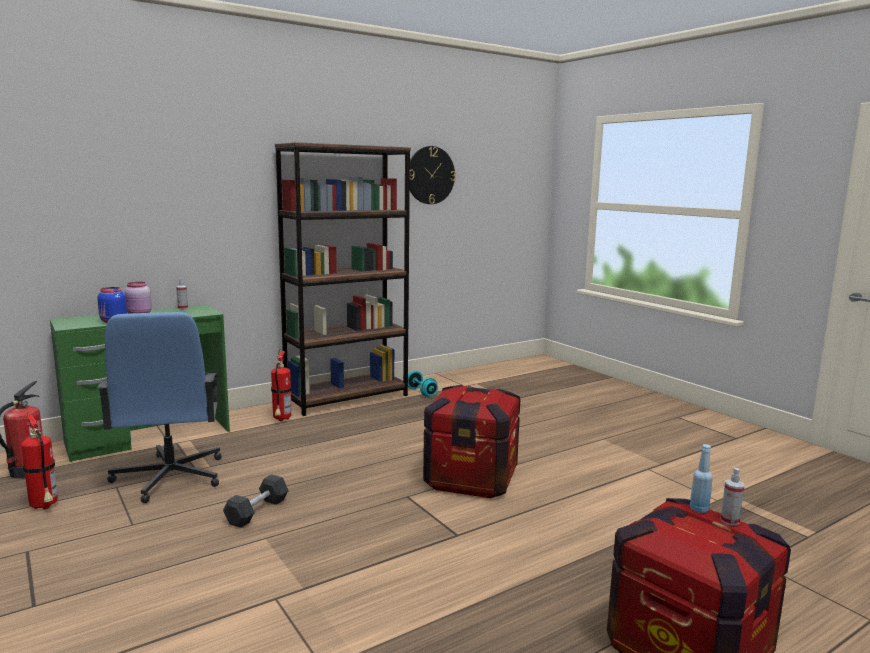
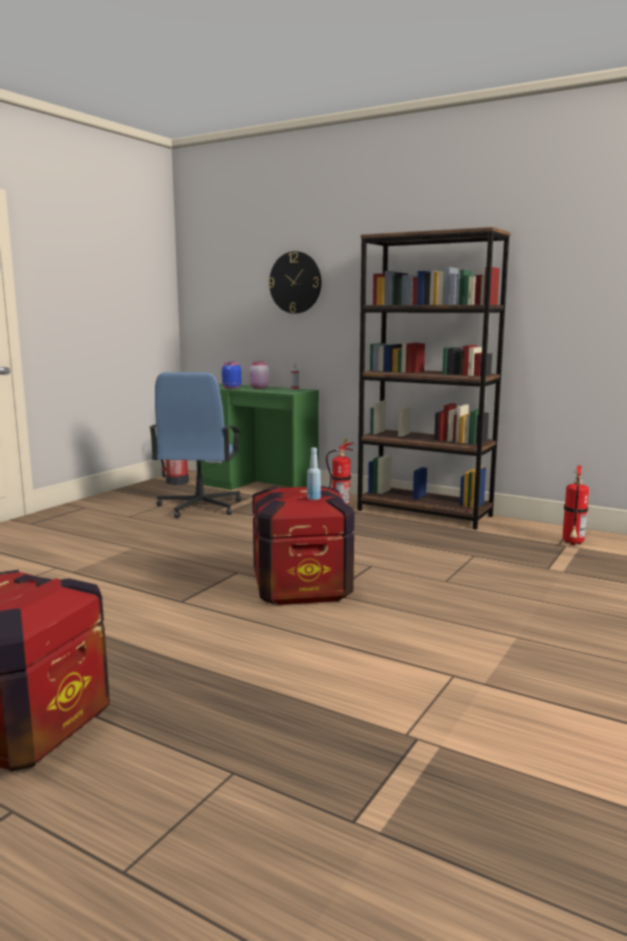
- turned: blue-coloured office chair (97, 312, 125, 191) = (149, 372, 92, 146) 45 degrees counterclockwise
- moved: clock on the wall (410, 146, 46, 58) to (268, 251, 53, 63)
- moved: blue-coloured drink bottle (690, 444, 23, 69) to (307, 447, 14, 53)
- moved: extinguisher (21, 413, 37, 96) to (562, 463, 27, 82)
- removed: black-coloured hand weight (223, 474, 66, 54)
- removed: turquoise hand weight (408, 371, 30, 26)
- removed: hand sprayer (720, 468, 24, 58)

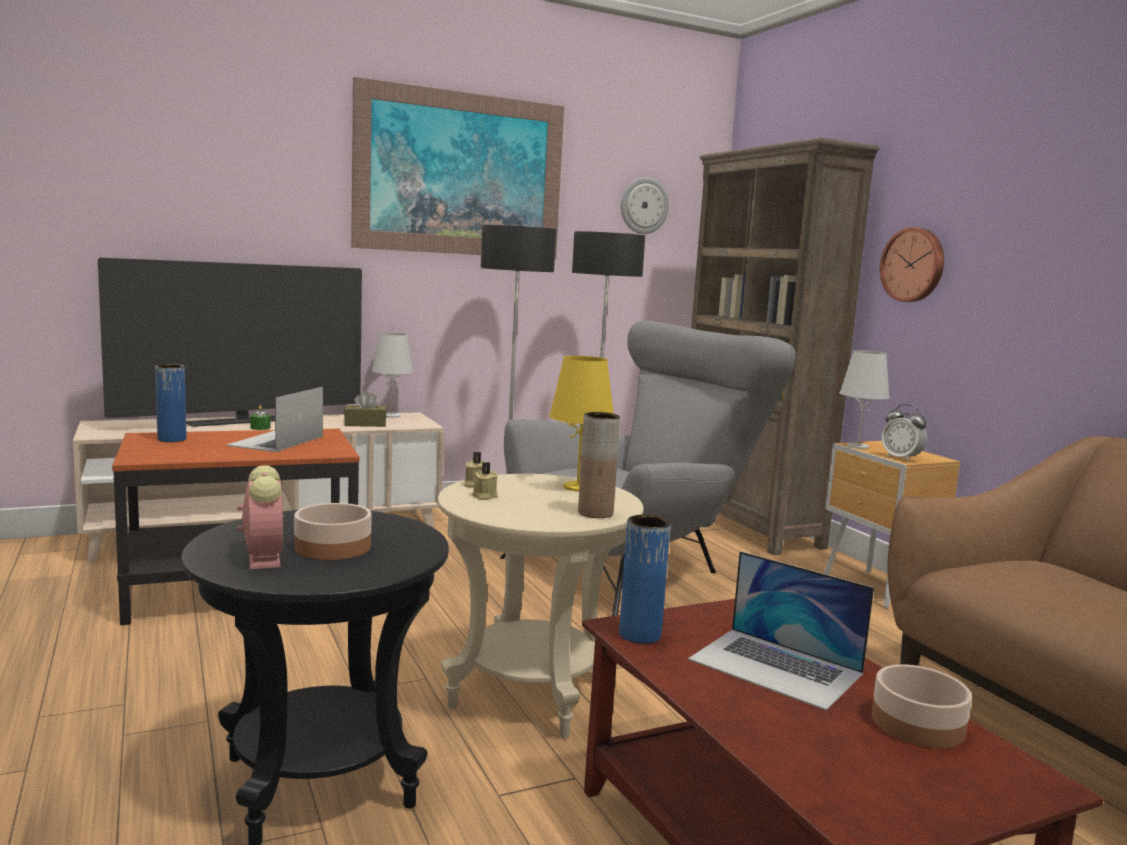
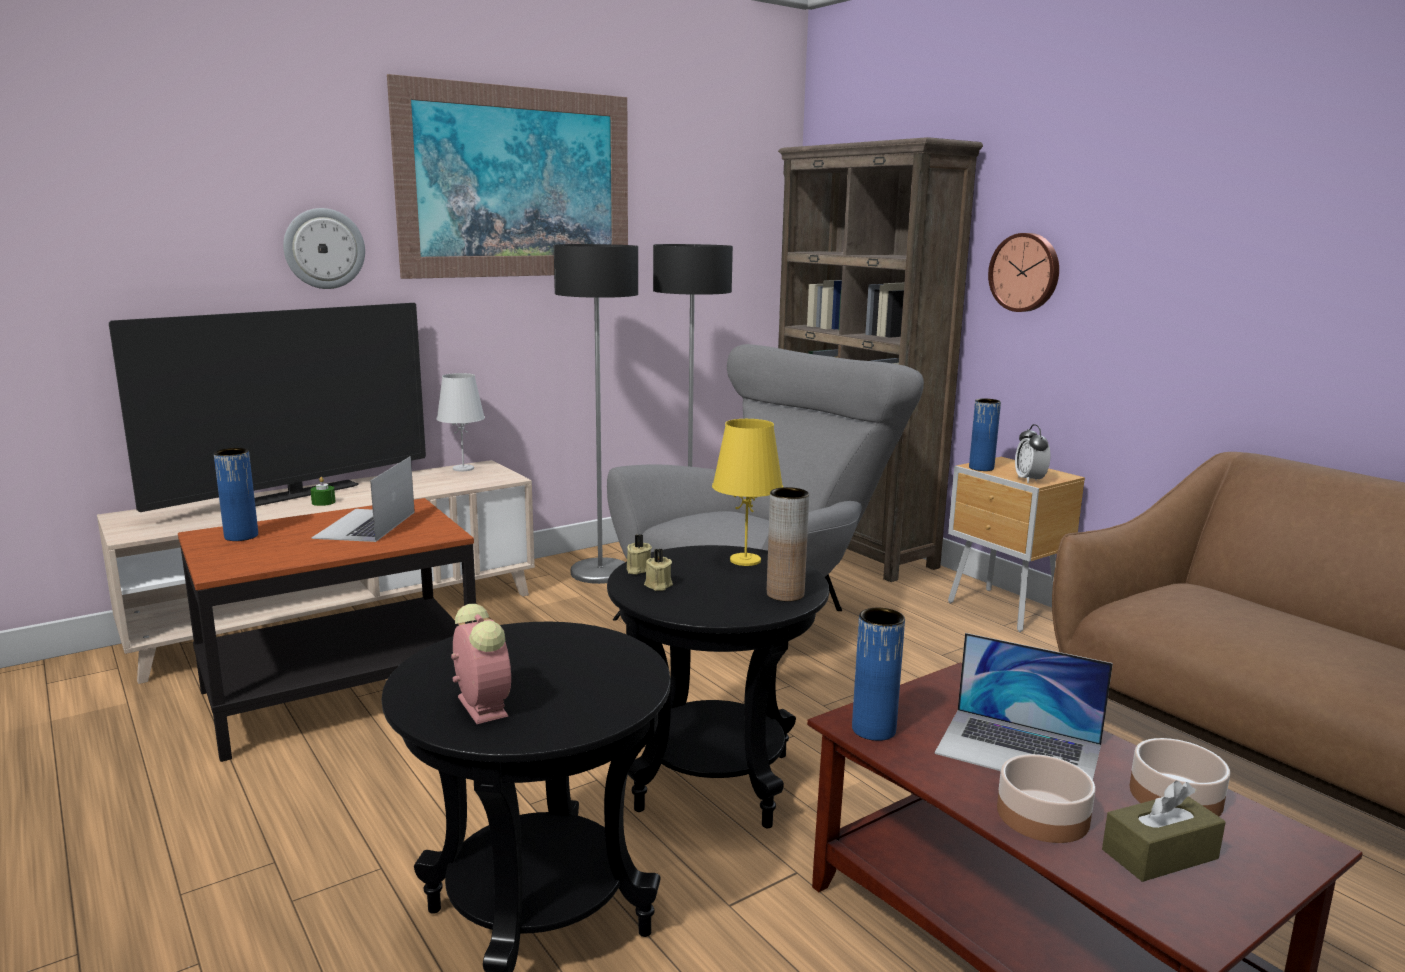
- moved: clock on the wall (621, 177, 48, 57) to (283, 208, 82, 81)
- recoloured: sand-coloured side table (438, 474, 206, 264) to black-coloured side table (607, 545, 222, 284)
- replaced: white table lamp (839, 350, 51, 99) to blue-coloured flower vase (969, 398, 32, 73)
- moved: serving bowl (294, 503, 78, 57) to (997, 754, 99, 89)
- turned: alarm clock (882, 404, 45, 58) = (1015, 424, 35, 60) 45 degrees clockwise
- moved: brown tissue box (344, 391, 43, 36) to (1102, 781, 124, 101)

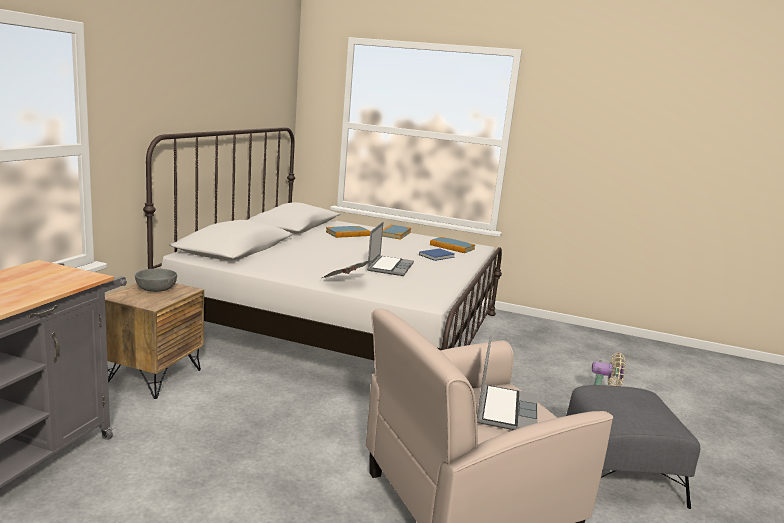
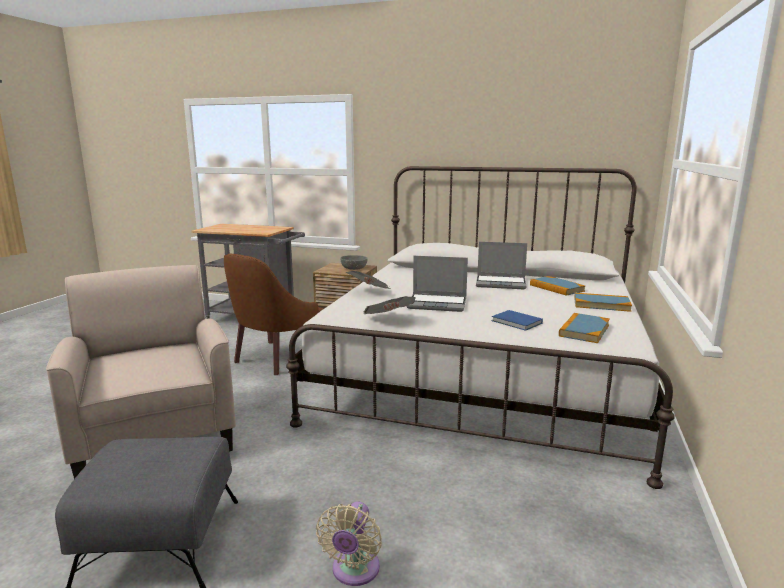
- added: brown armchair (224, 254, 99, 121)
- added: newspaper (363, 296, 53, 18)
- moved: portable computer (477, 336, 61, 94) to (476, 242, 51, 47)

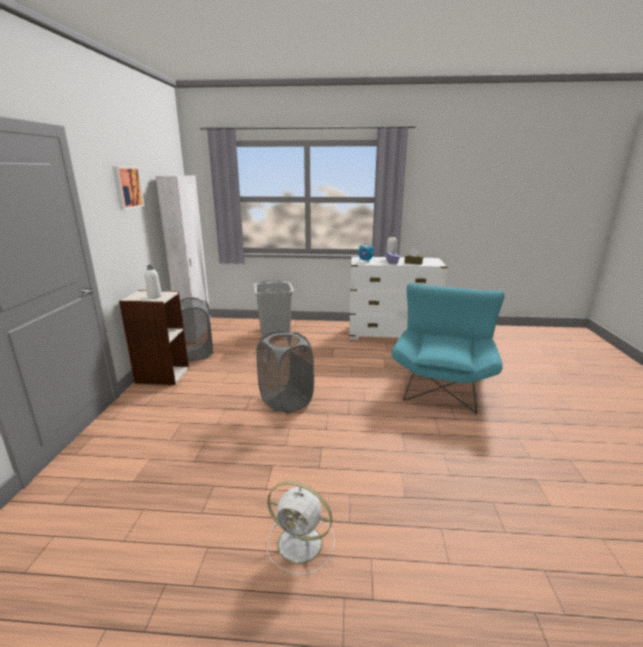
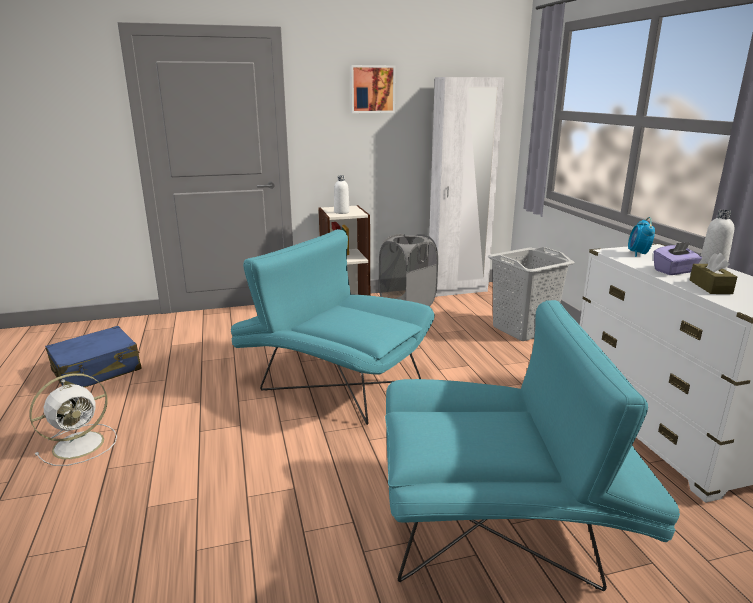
- turned: white electric fan (267, 481, 67, 94) = (30, 373, 87, 93) 135 degrees counterclockwise
- added: blue-coloured suitcase (45, 326, 97, 61)
- replaced: greyish washing basket (256, 331, 58, 82) to turquoise armchair (231, 229, 204, 196)

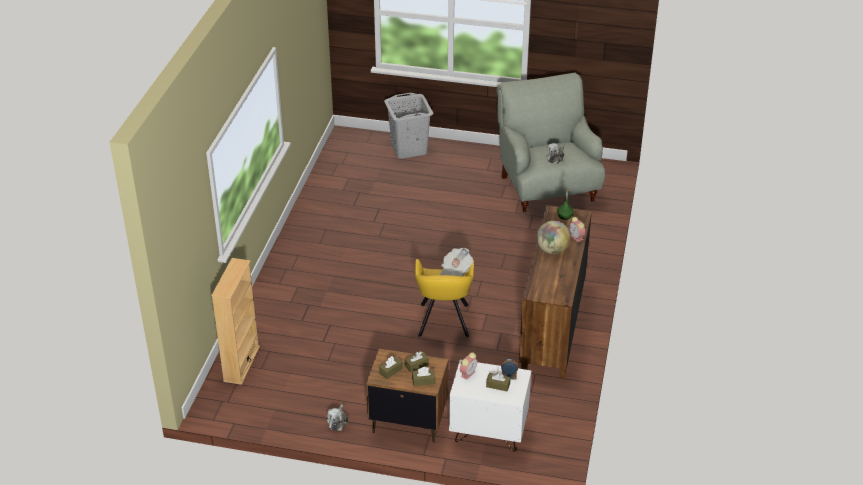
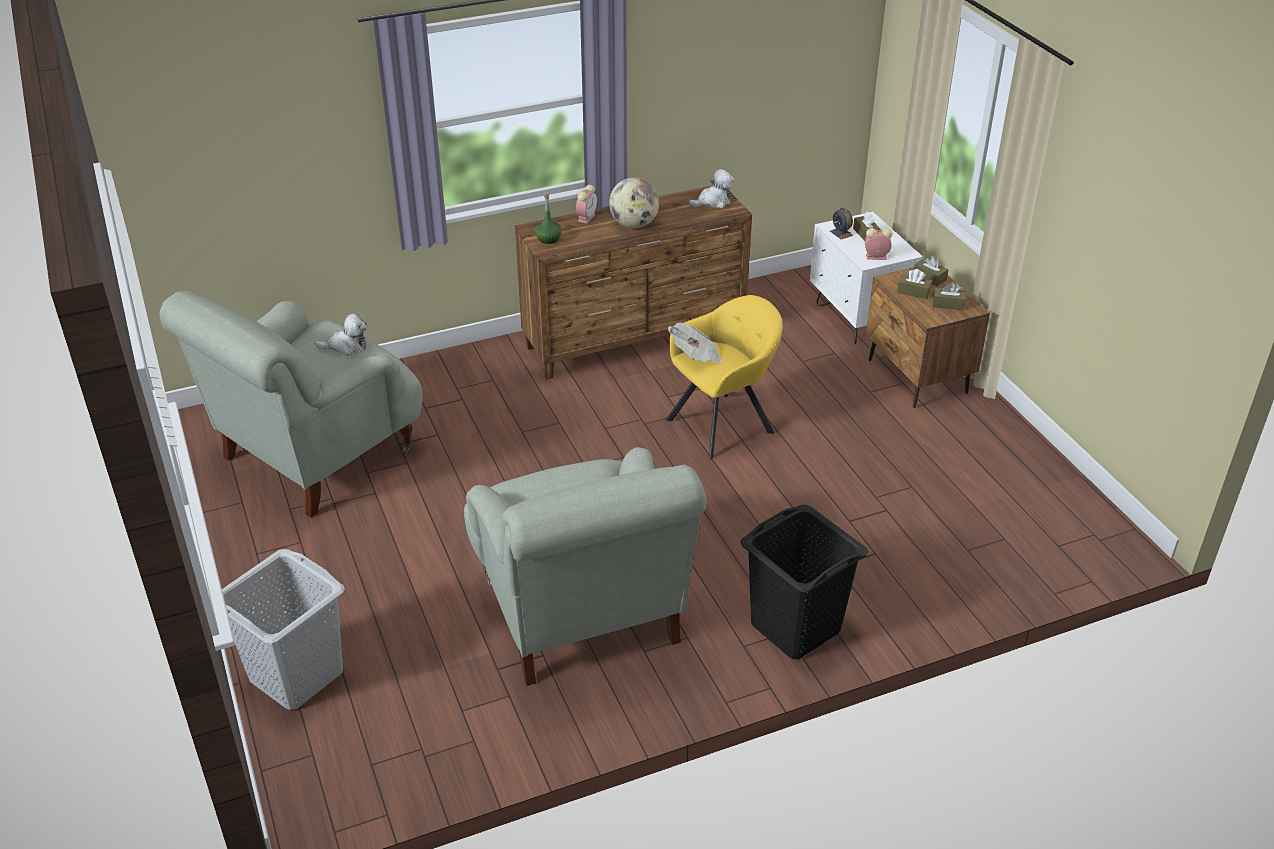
- added: greyish armchair (464, 447, 243, 239)
- moved: cuddly toy (327, 404, 21, 27) to (689, 169, 45, 39)
- added: black-coloured washing basket (740, 505, 128, 154)
- removed: sand-coloured bookshelf (211, 258, 49, 127)

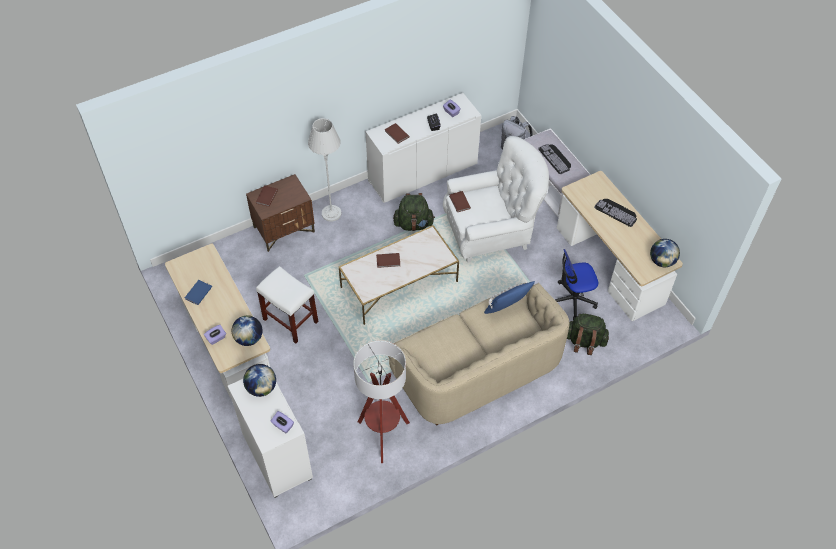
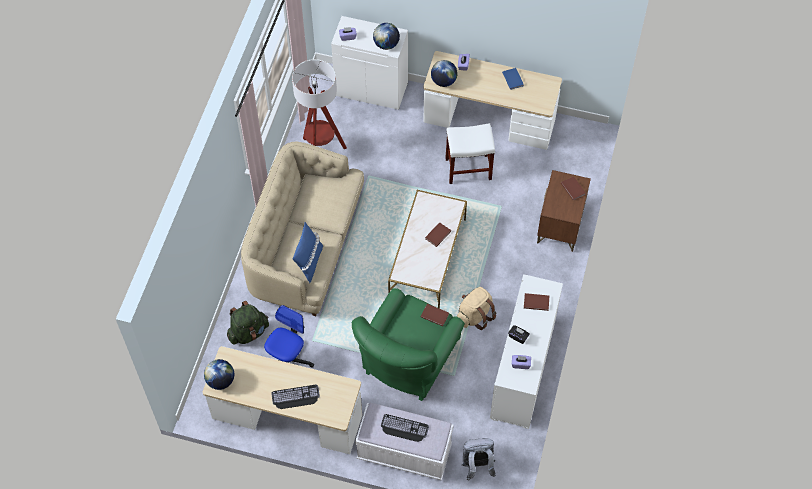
- recoloured: white armchair (443, 136, 106, 127) to green armchair (352, 288, 113, 113)
- recoloured: green backpack (393, 193, 42, 38) to sand-coloured backpack (457, 287, 39, 43)
- removed: greyish floor lamp (308, 118, 33, 104)

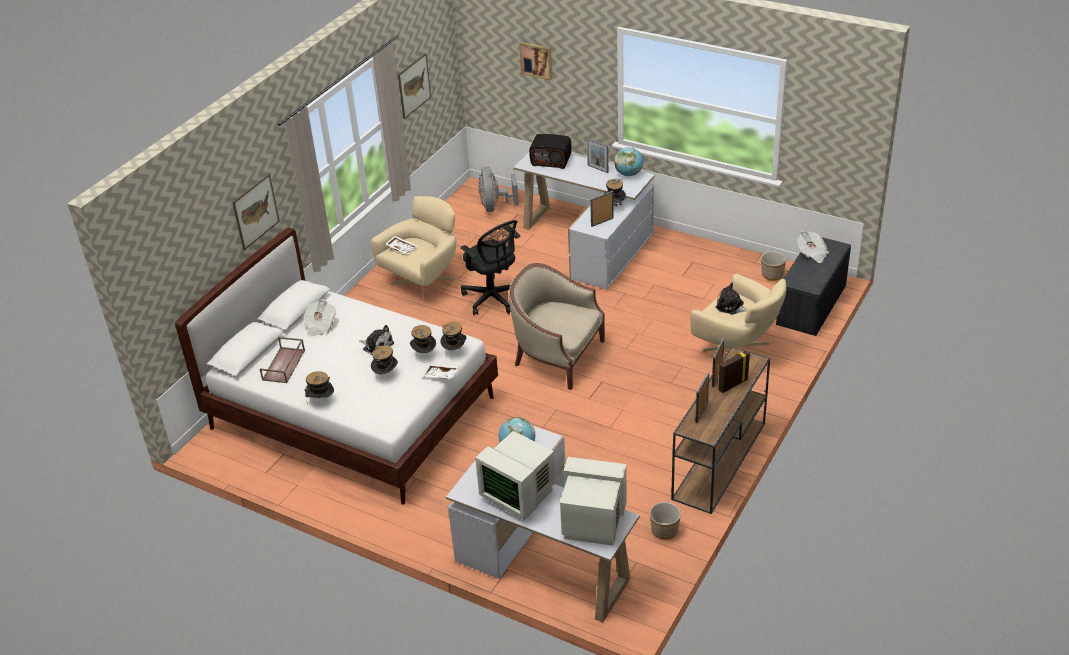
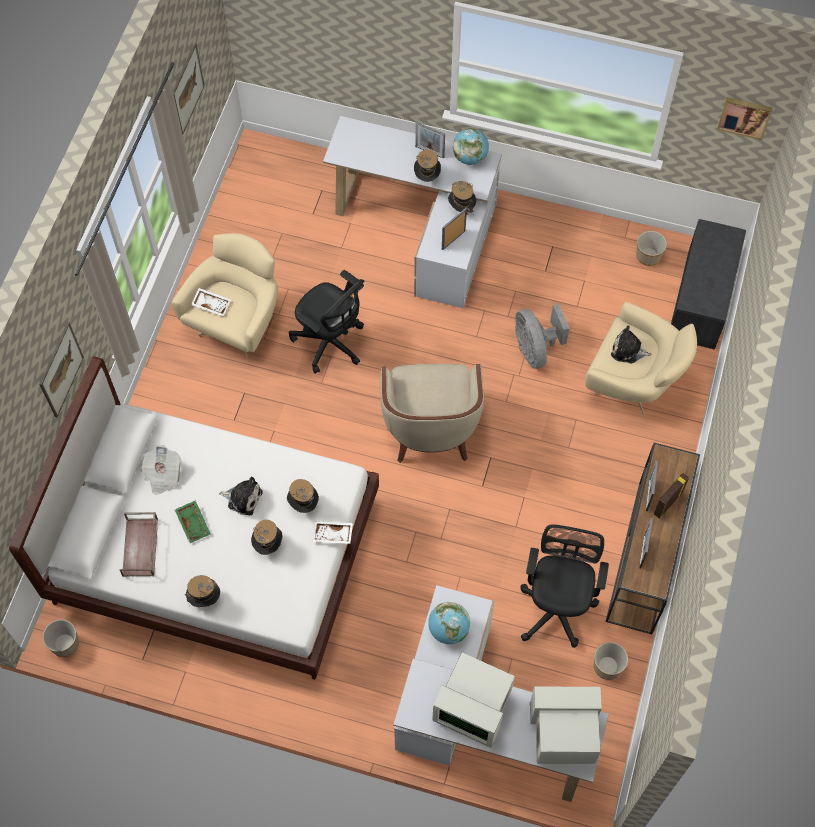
- added: flower pot (43, 619, 36, 38)
- added: green tray (175, 500, 35, 43)
- turned: sand-coloured armchair (509, 263, 96, 127) = (380, 364, 104, 99) 105 degrees counterclockwise
- moved: clothing hat (440, 322, 26, 28) to (414, 149, 27, 33)
- moved: greyish electric fan (478, 166, 41, 46) to (515, 304, 54, 65)
- added: black-coloured office chair (521, 524, 88, 124)
- moved: picture (519, 42, 33, 38) to (717, 97, 56, 43)
- removed: radio receiver (529, 134, 43, 35)
- removed: newspaper (797, 230, 32, 33)

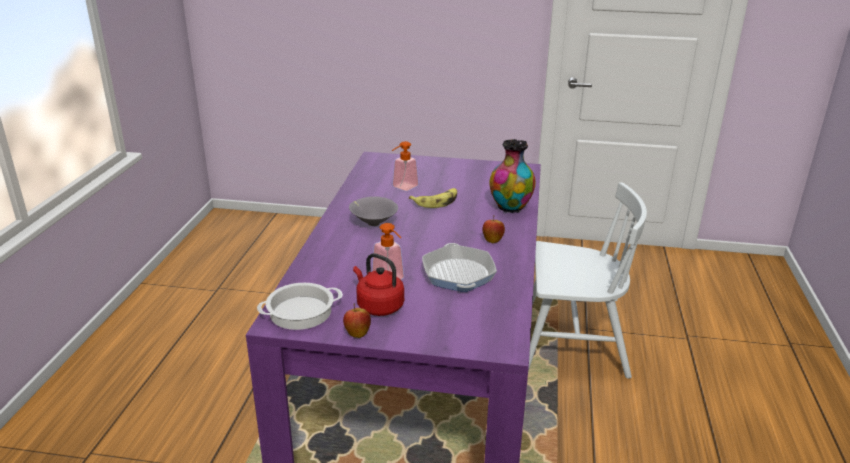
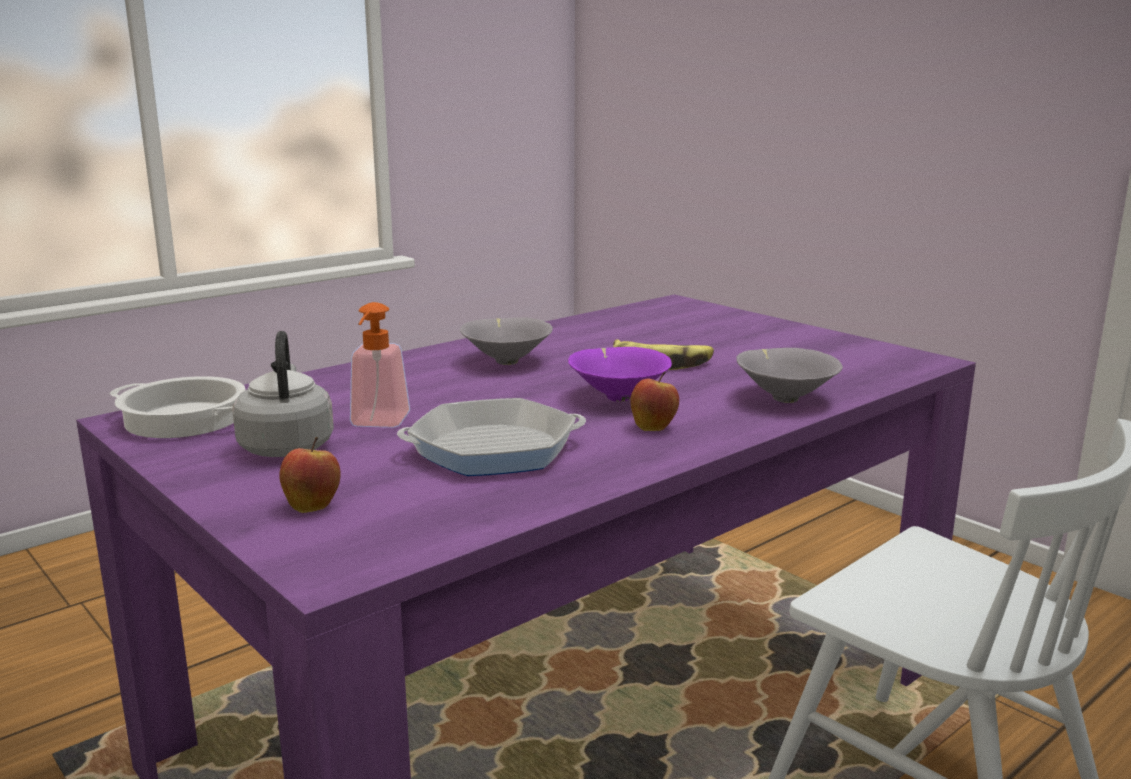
- recoloured: red kettle (353, 253, 51, 63) to greyish kettle (232, 331, 102, 126)
- moved: whole apple (343, 303, 28, 35) to (279, 437, 62, 76)
- turned: skillet (422, 243, 75, 49) = (397, 398, 189, 78) 45 degrees clockwise
- added: purple-coloured serving bowl (568, 347, 104, 55)
- replaced: flower vase (489, 139, 47, 74) to greyish serving bowl (736, 348, 107, 55)
- removed: liquid soap bottle (392, 141, 27, 50)

